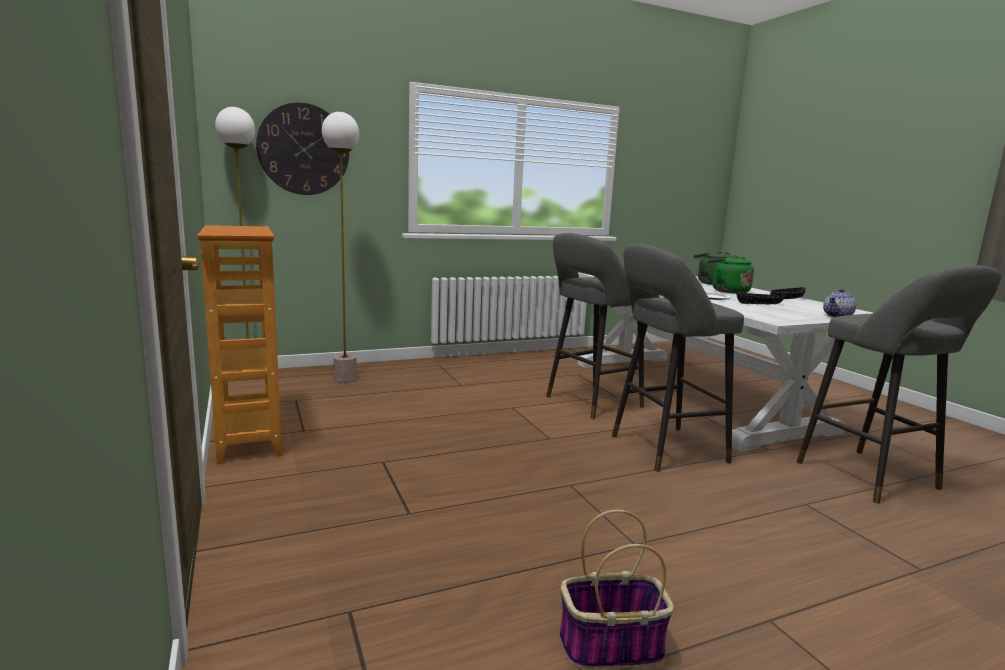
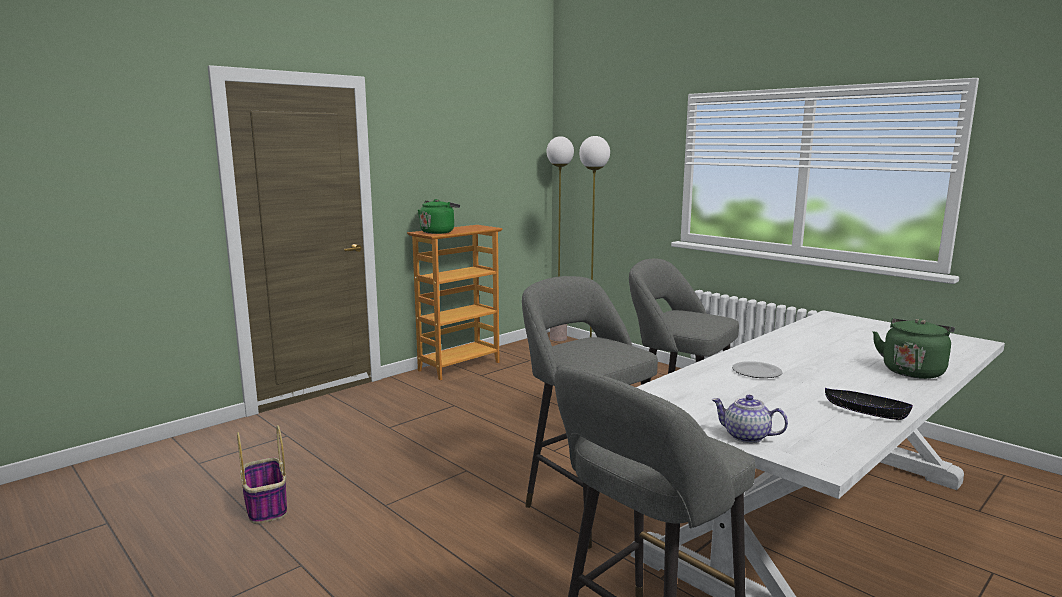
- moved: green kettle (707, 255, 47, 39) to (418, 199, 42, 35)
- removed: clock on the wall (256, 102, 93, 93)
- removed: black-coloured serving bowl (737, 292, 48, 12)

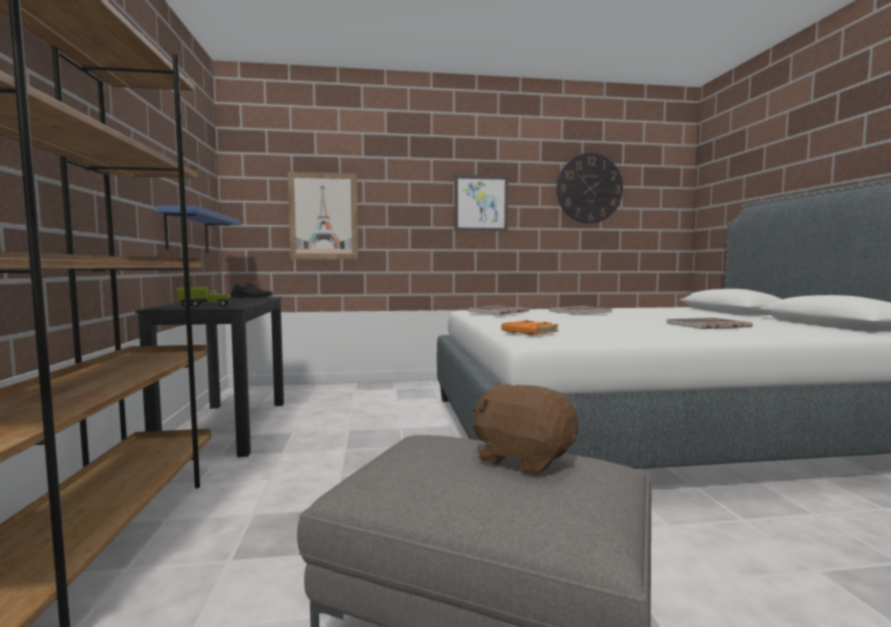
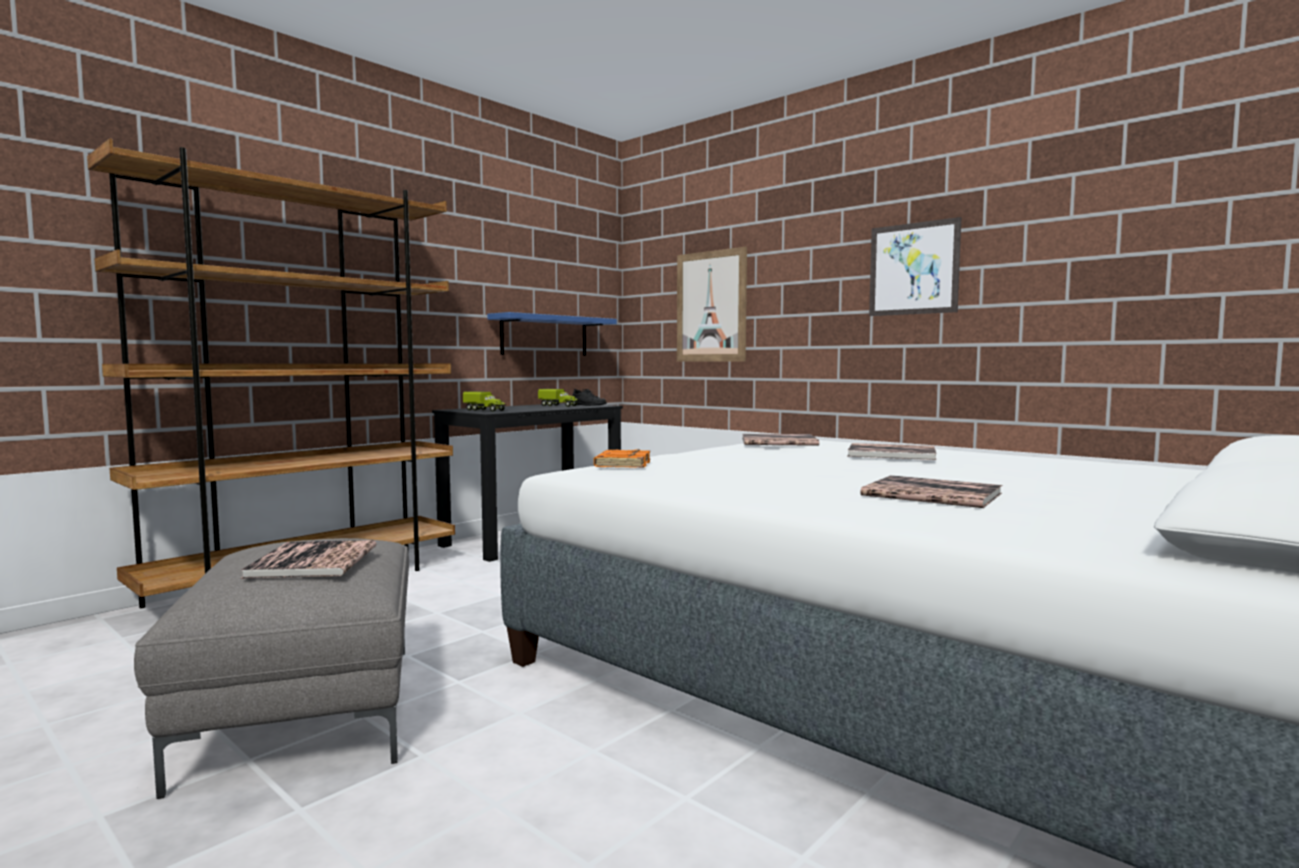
- replaced: brown cuddly toy (472, 384, 107, 92) to bound book (241, 540, 135, 38)
- added: model truck (538, 389, 41, 18)
- removed: clock on the wall (557, 153, 66, 71)

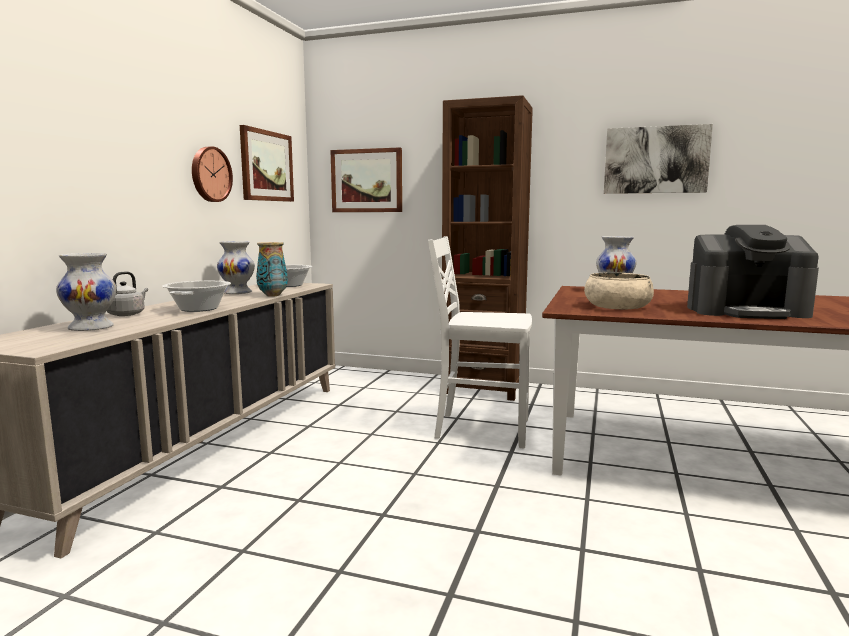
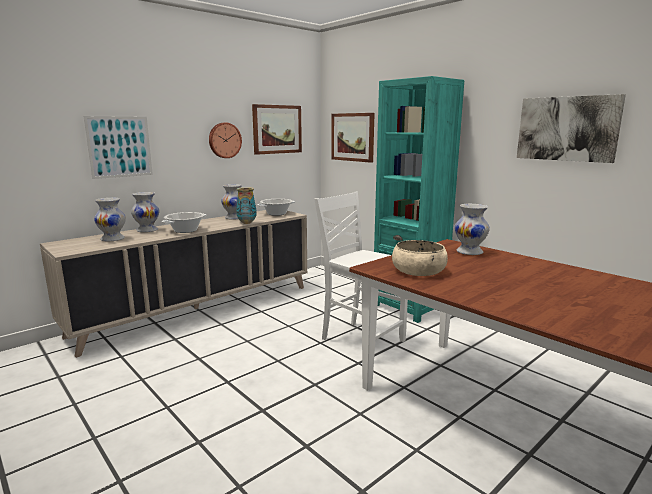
- added: picture (84, 116, 69, 63)
- replaced: greyish kettle (107, 271, 41, 45) to white flower vase (131, 192, 28, 40)
- recoloured: brown bookshelf (442, 95, 91, 306) to turquoise bookshelf (374, 76, 90, 247)
- removed: coffee maker (687, 225, 132, 94)

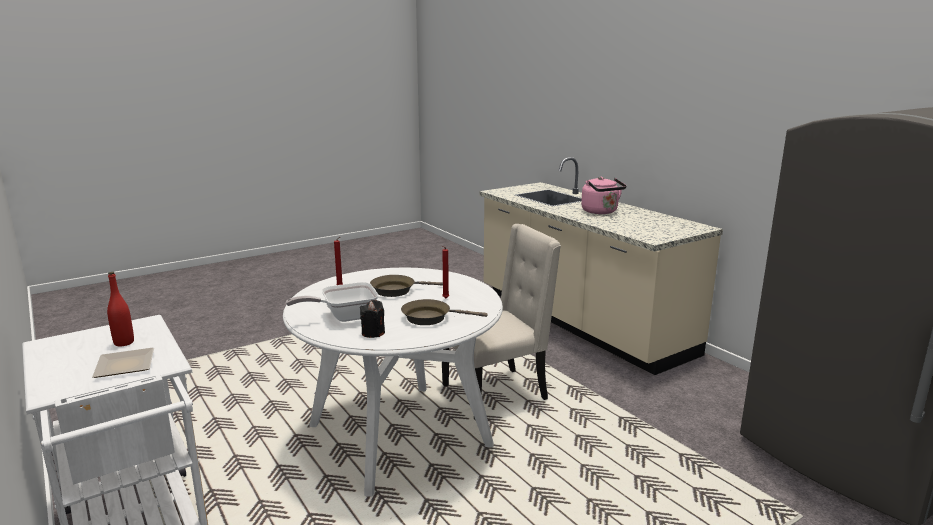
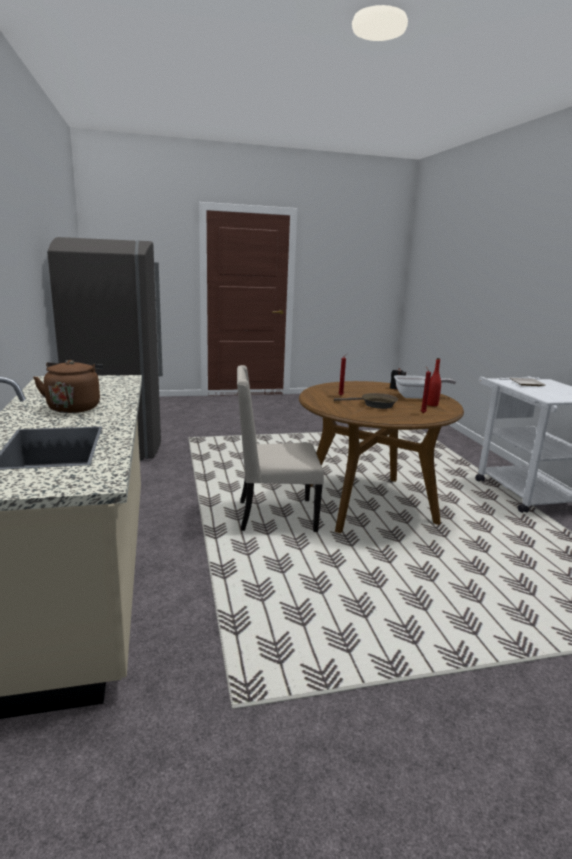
- recoloured: pinkish kettle (581, 177, 45, 37) to brown kettle (33, 360, 70, 53)
- recoloured: white dinner table (283, 268, 220, 229) to brown dinner table (299, 381, 165, 152)
- moved: red drink bottle (107, 272, 27, 75) to (427, 358, 14, 48)
- removed: brown skillet (401, 299, 86, 26)

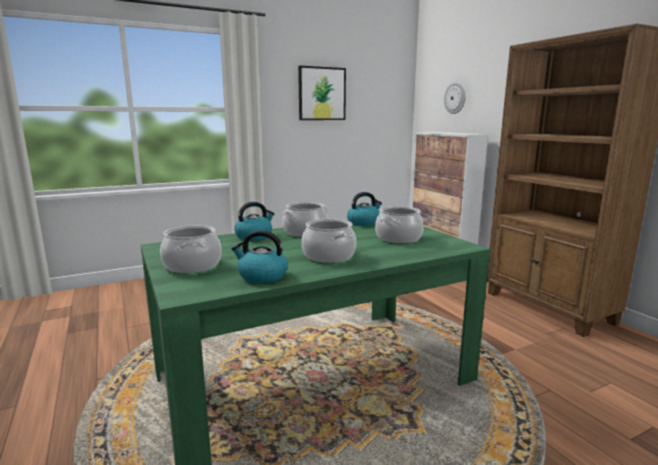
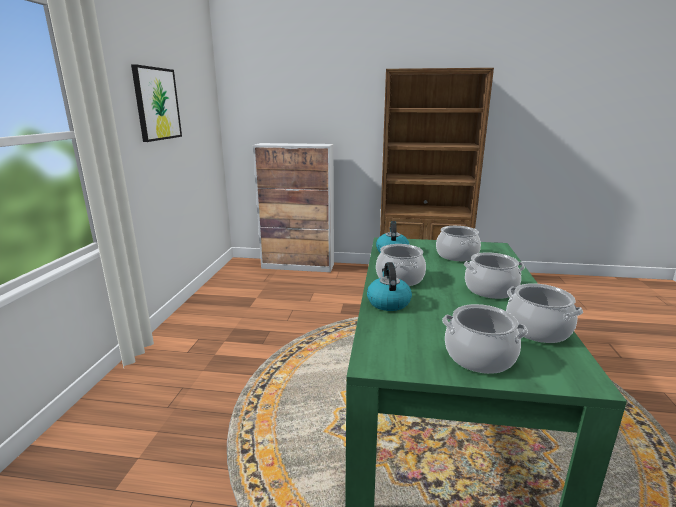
- replaced: kettle (231, 230, 57, 53) to saucepot (506, 283, 77, 60)
- removed: clock on the wall (444, 82, 22, 32)

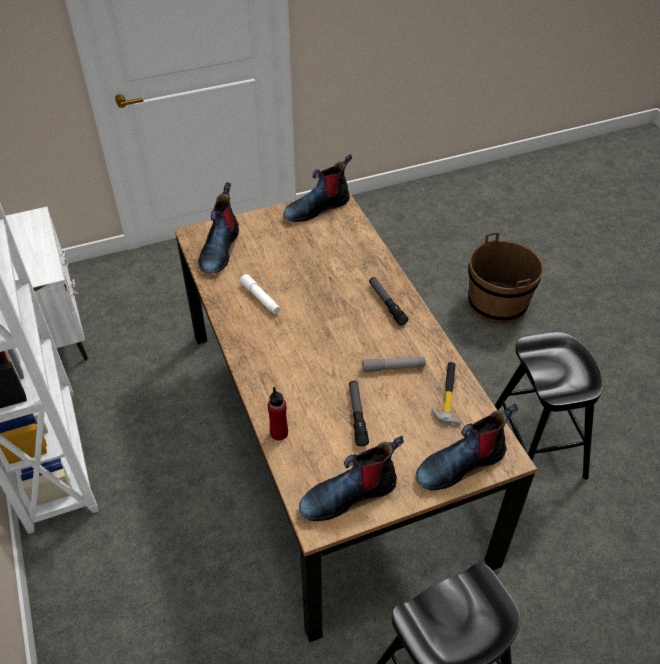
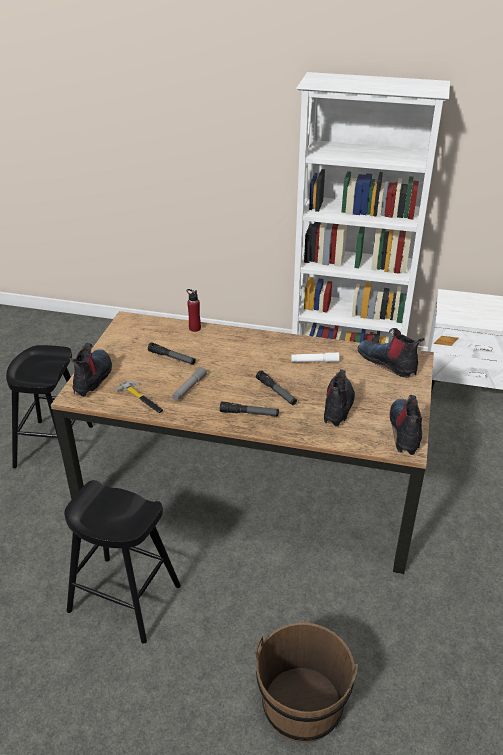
- added: torch (256, 370, 41, 35)
- moved: high-top boot (299, 436, 105, 85) to (324, 369, 31, 58)

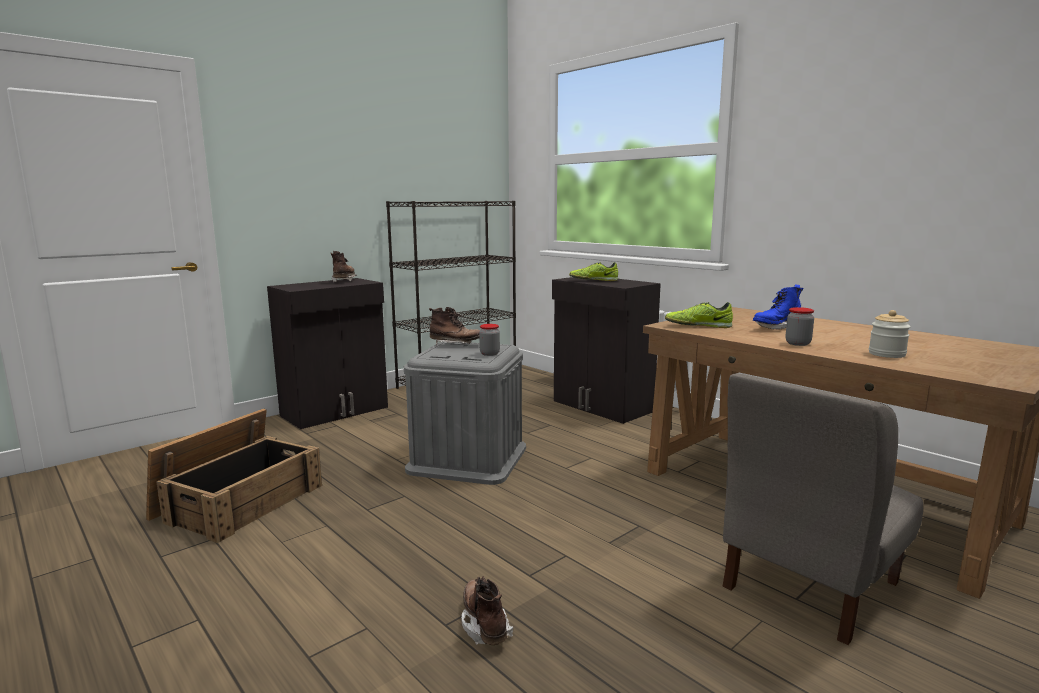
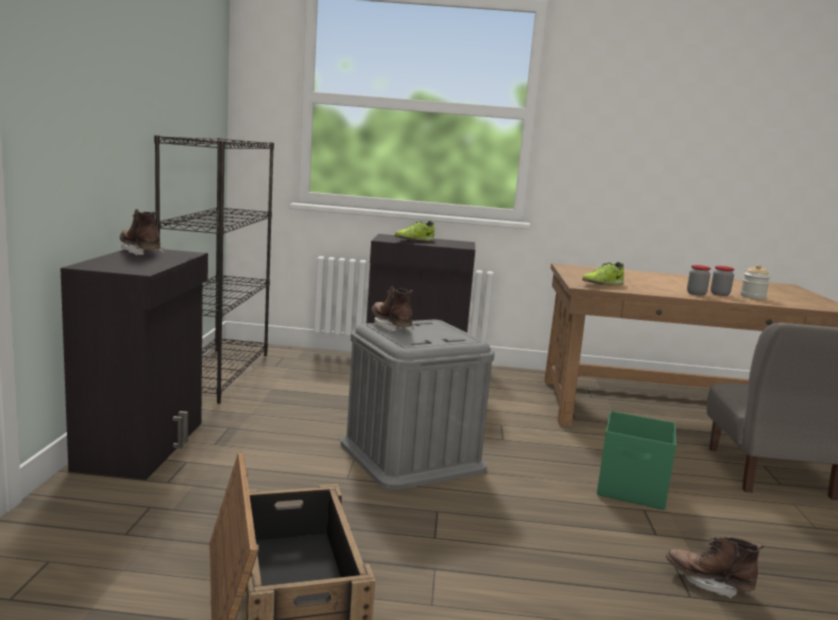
- turned: brown high-top boot (429, 307, 51, 39) = (372, 286, 42, 46) 90 degrees counterclockwise
- added: green storage container (597, 411, 79, 99)
- moved: storage jar (479, 324, 21, 32) to (710, 266, 24, 30)
- removed: blue-coloured high-top boot (753, 285, 51, 45)

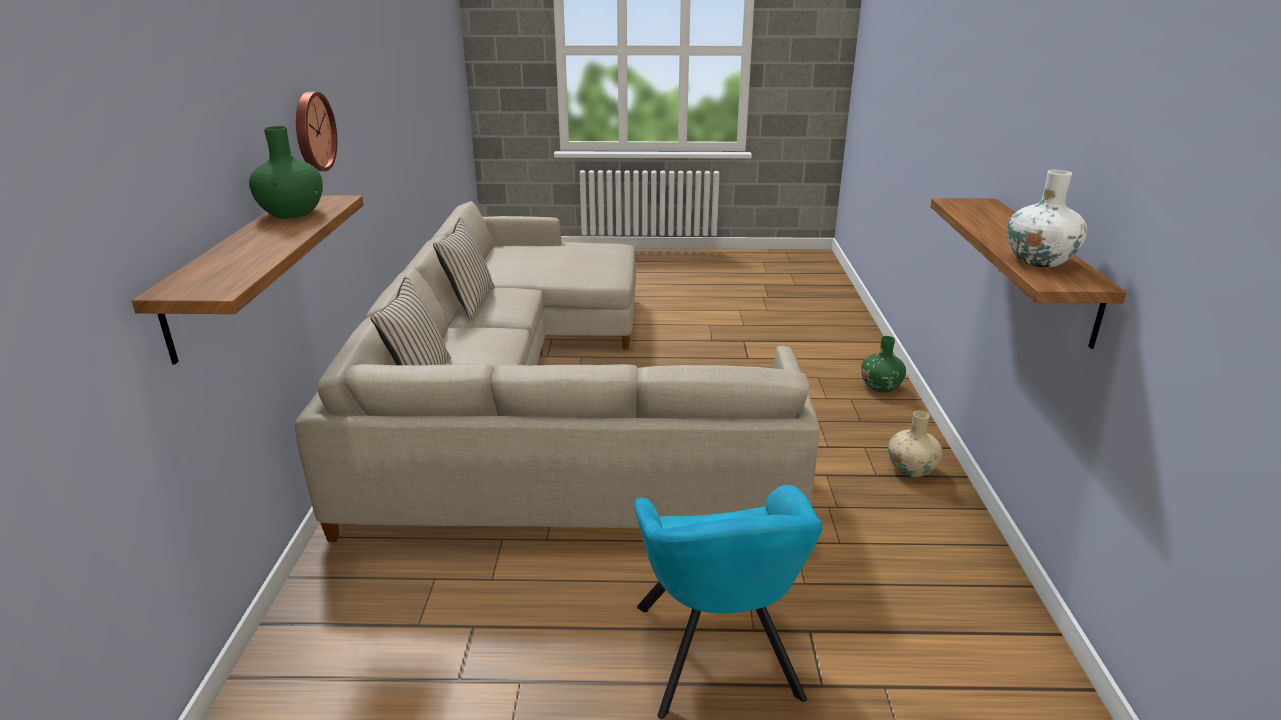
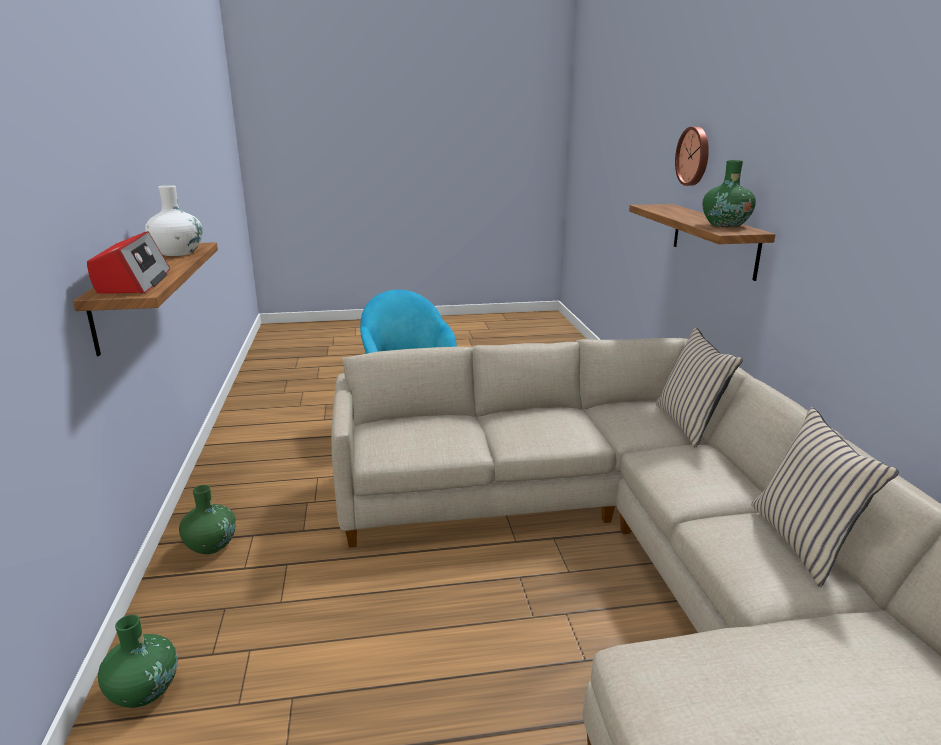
- added: radio receiver (87, 231, 83, 63)
- recoloured: sand-coloured flower vase (888, 411, 54, 66) to green flower vase (179, 485, 57, 69)
- moved: clock on the wall (296, 92, 41, 79) to (675, 127, 34, 59)

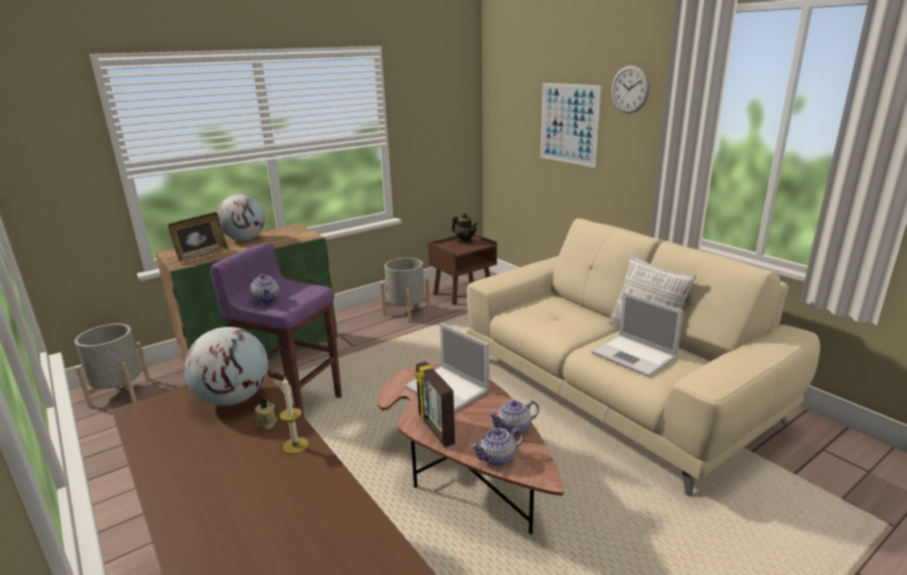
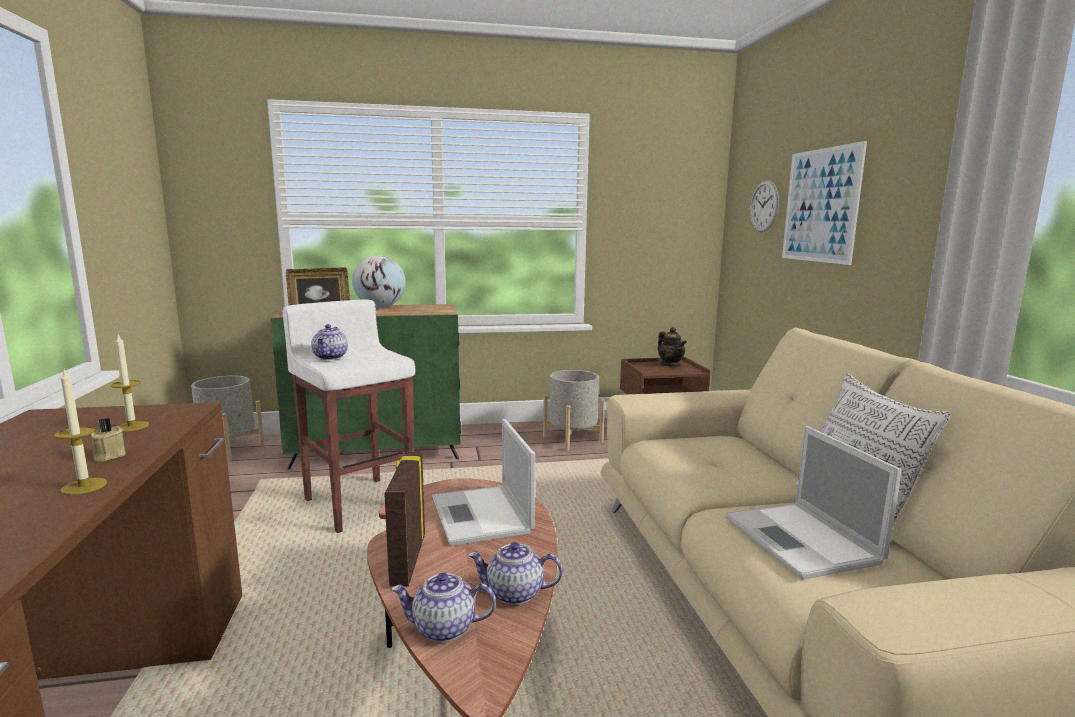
- replaced: world globe (184, 327, 84, 79) to candle (111, 334, 38, 98)
- recoloured: purple-coloured stool seat (209, 242, 133, 175) to white stool seat (282, 299, 133, 234)
- moved: clock on the wall (611, 65, 39, 48) to (750, 180, 29, 52)

